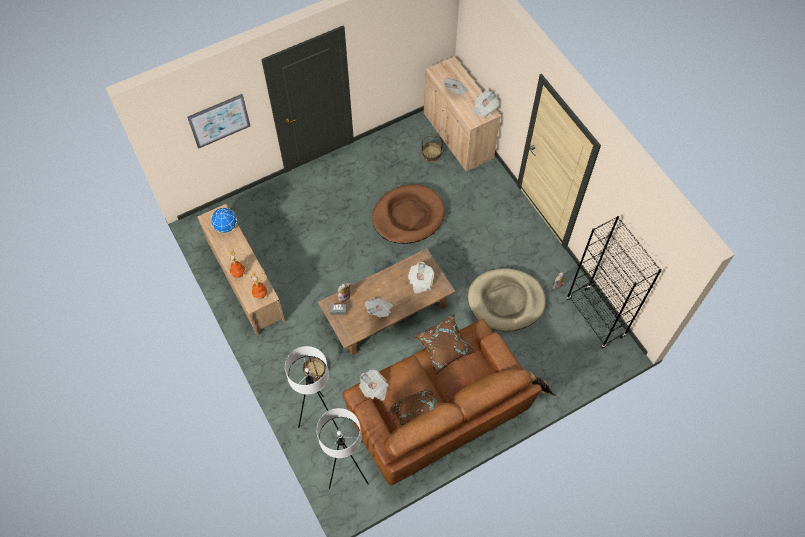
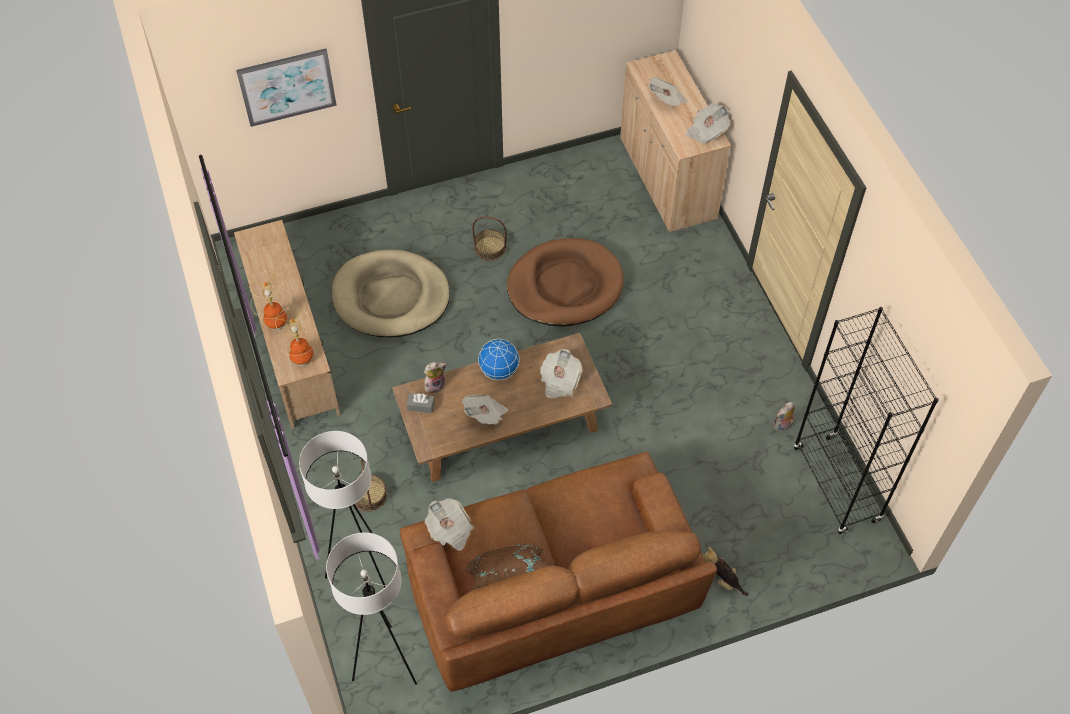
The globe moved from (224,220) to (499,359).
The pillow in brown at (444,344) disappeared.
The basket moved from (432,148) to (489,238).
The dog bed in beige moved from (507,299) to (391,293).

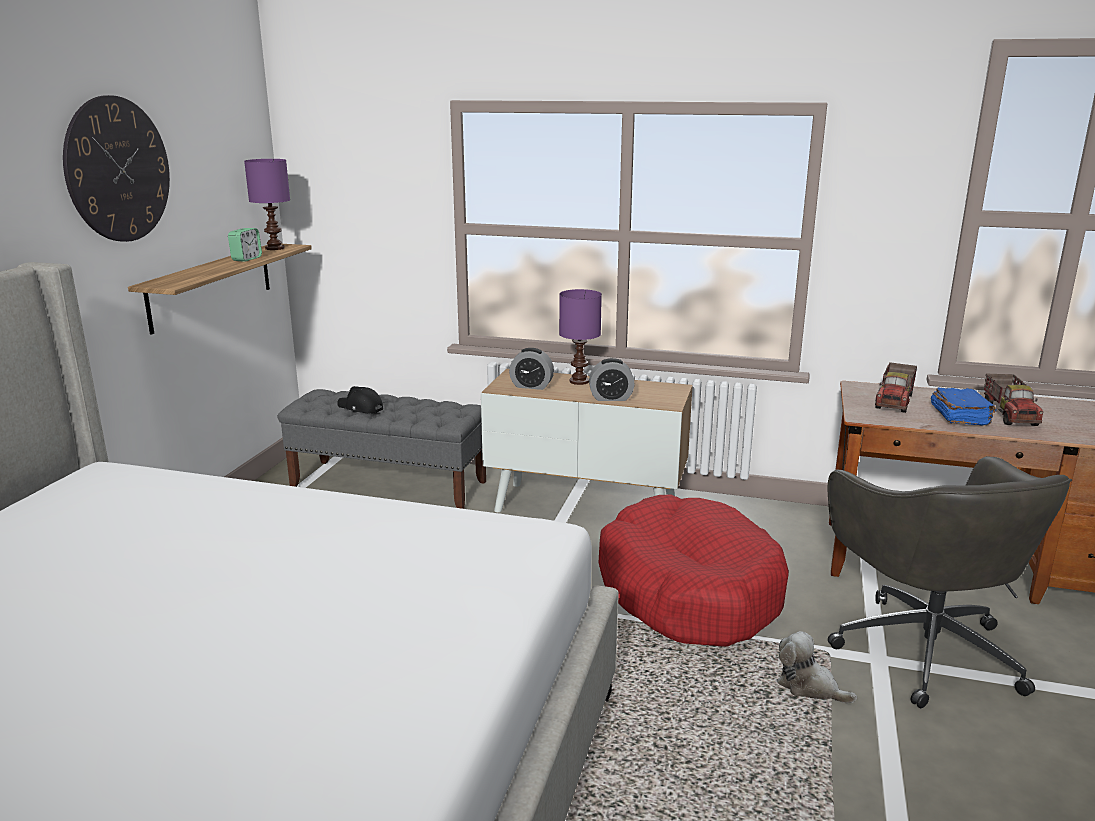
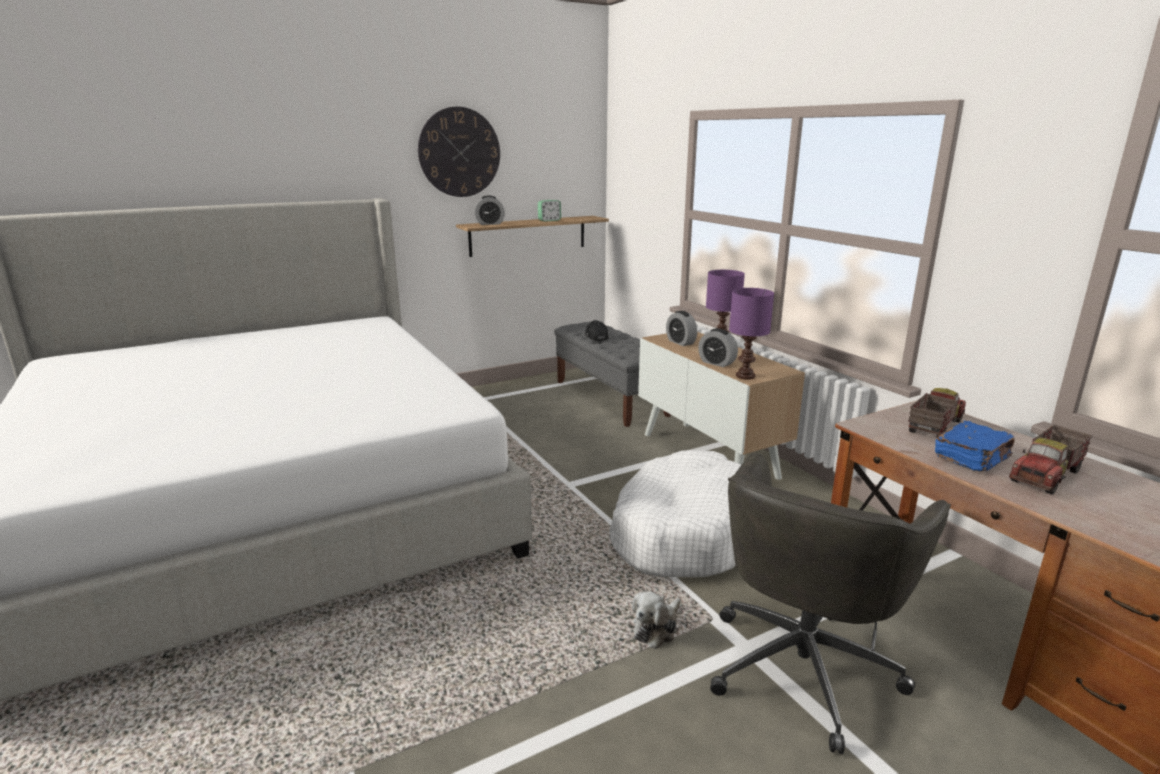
The table lamp in purple moved from (267,204) to (751,334).
The dog bed in red at (693,570) became the dog bed in white at (675,513).
The plush toy at (817,667) turned 135 degrees counterclockwise.
The toy truck at (896,387) turned 150 degrees clockwise.
The alarm clock at (489,210) appeared.

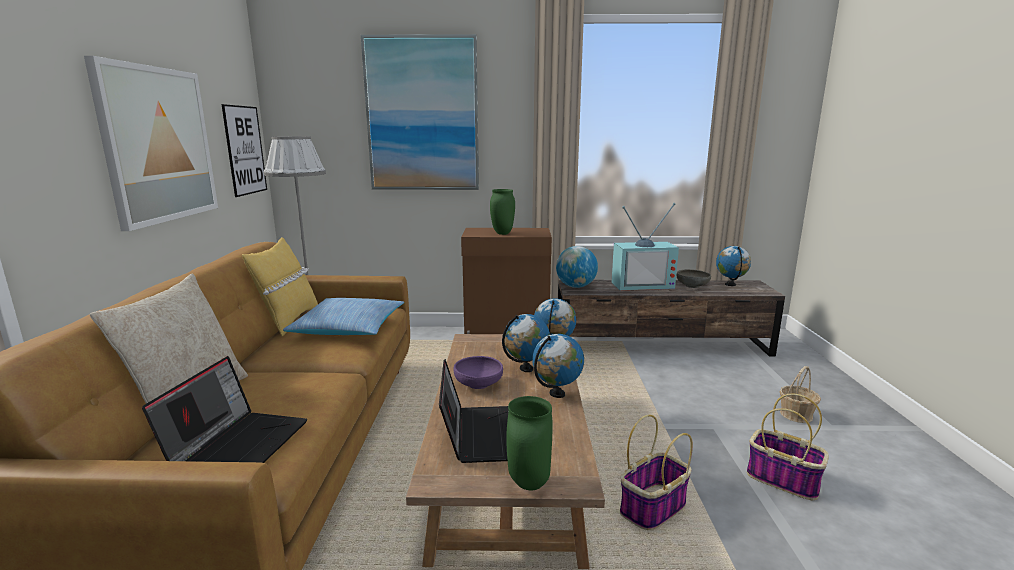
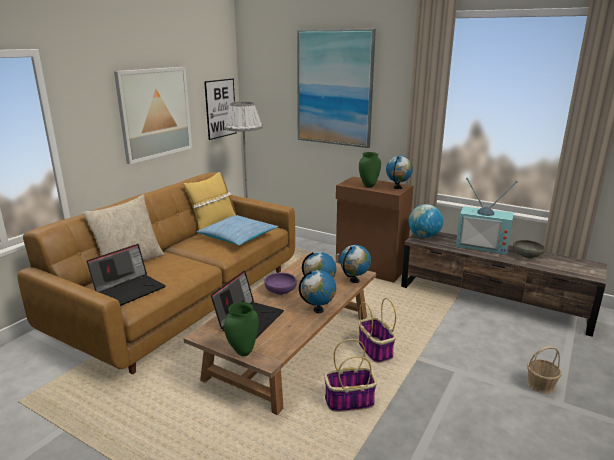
The globe moved from (733,266) to (399,172).
The basket moved from (788,447) to (377,330).

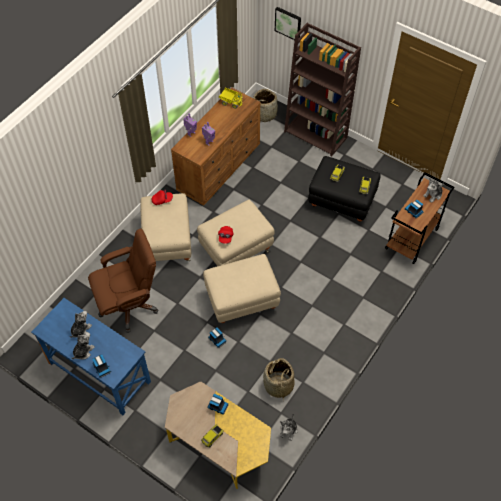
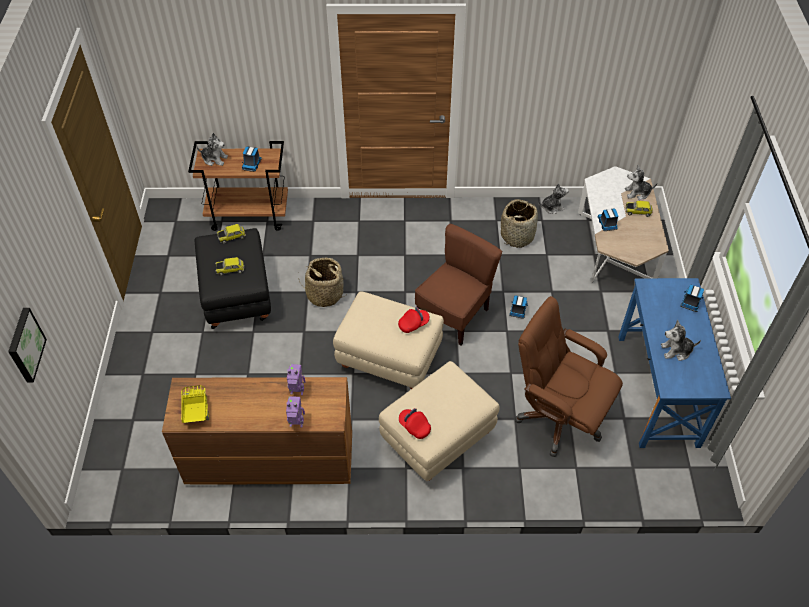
The plush toy moved from (83,346) to (641,182).
The coffee table in yellow at (218,435) became the coffee table in white at (623,225).
The ottoman in beige at (242,288) was replaced by the chair in brown at (458,284).
The basket moved from (266,105) to (322,282).
The bookcase in brown at (322,89) disappeared.

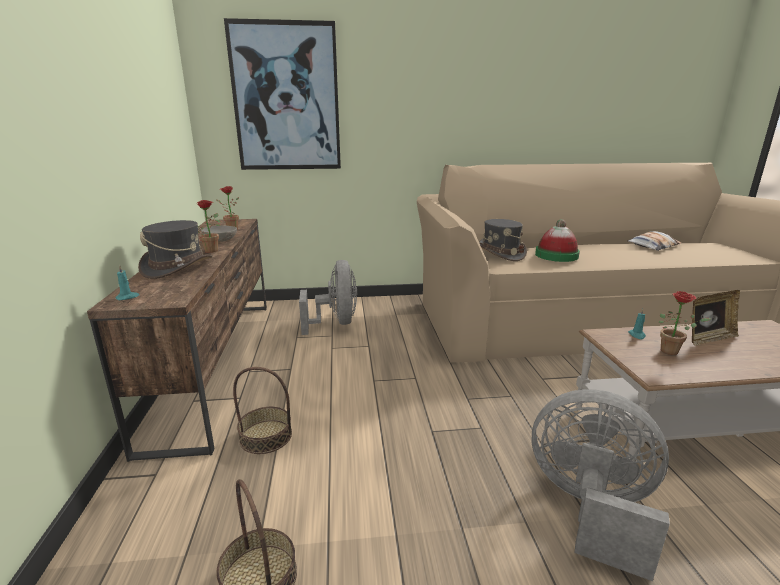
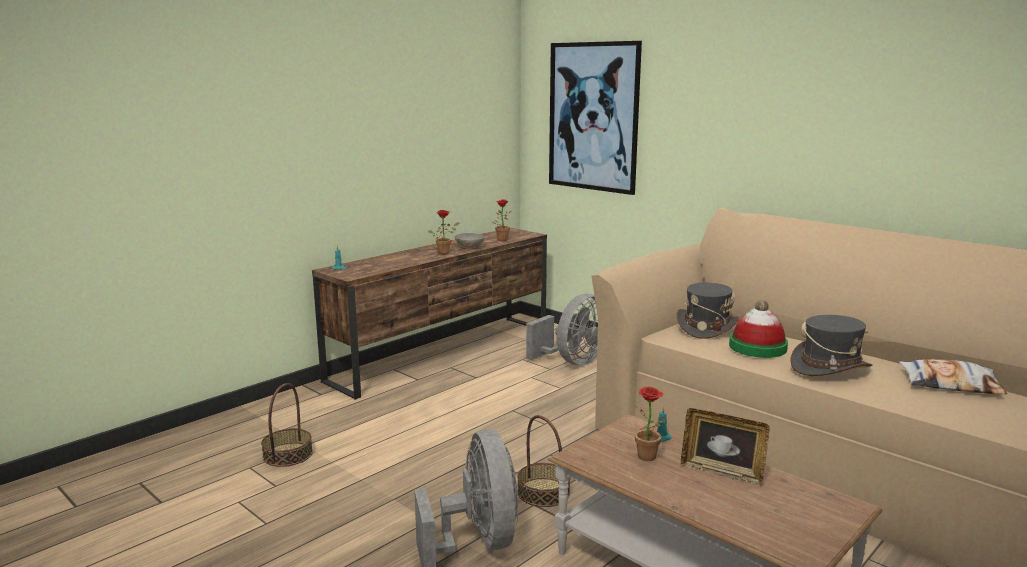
The hat in grey moved from (175,249) to (831,345).
The basket moved from (262,410) to (543,461).

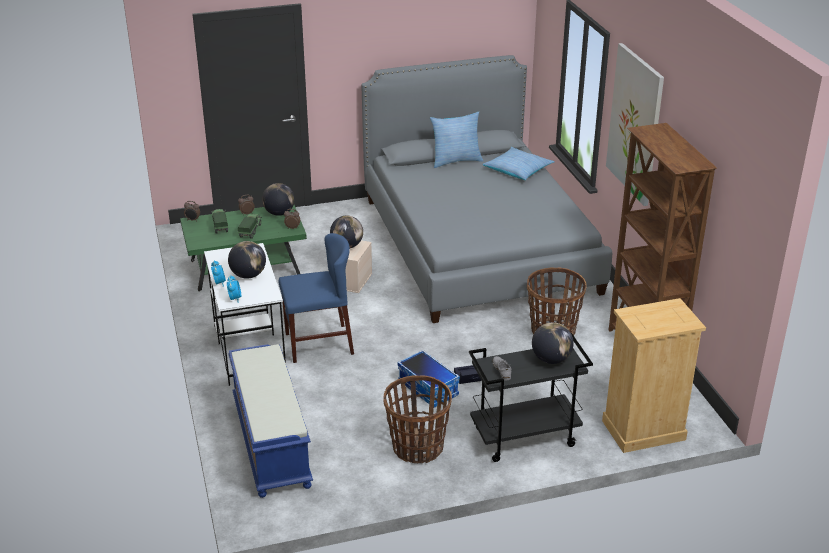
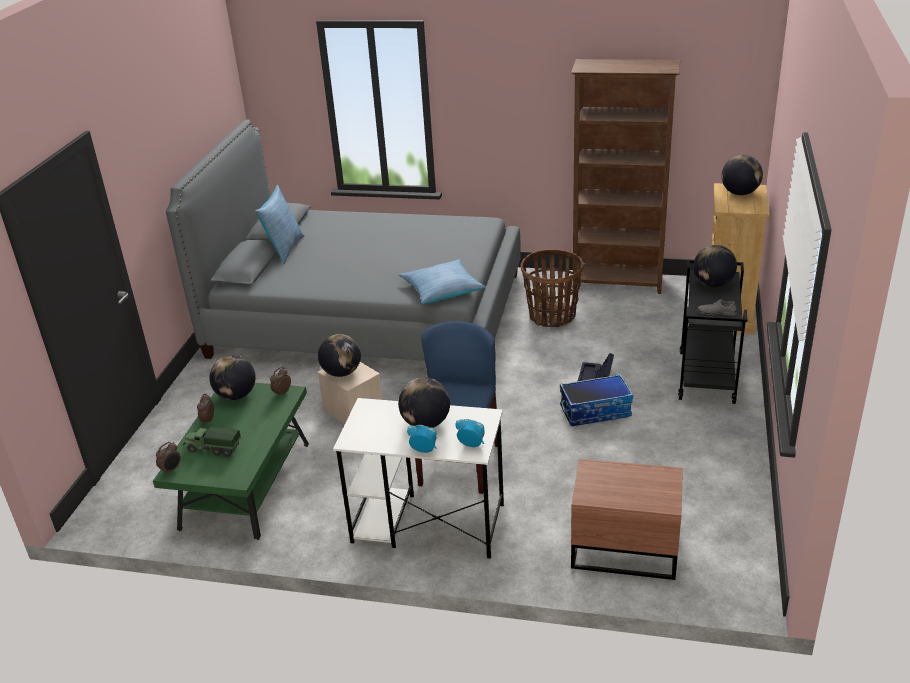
The bench in blue at (270,421) was replaced by the nightstand in brown at (627,519).
The toy truck at (250,226) disappeared.
The basket at (417,419) disappeared.
The pillow moved from (519,163) to (442,281).
The picture at (635,124) disappeared.
The globe at (742,175) appeared.

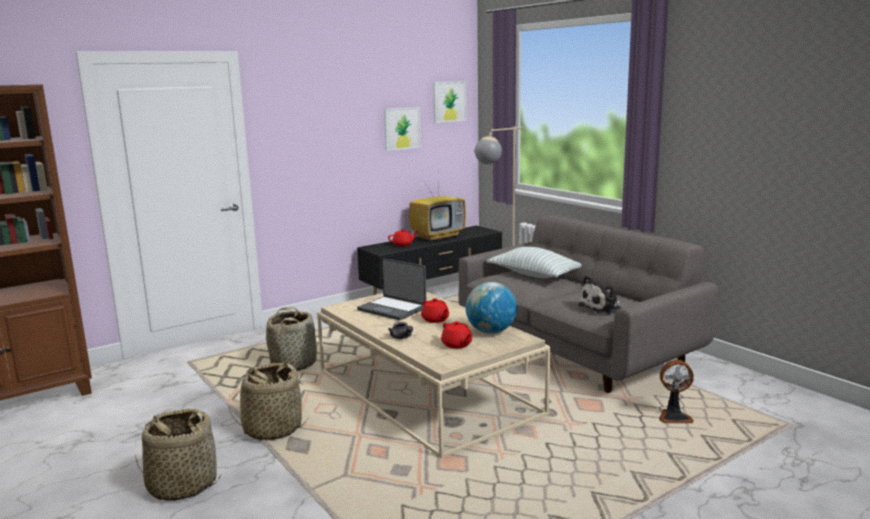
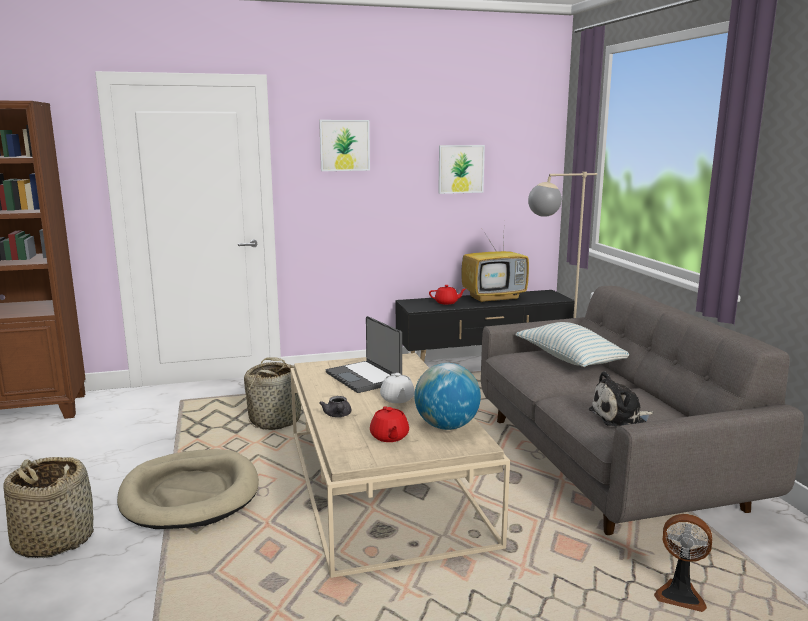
The basket at (269,401) was replaced by the dog bed in beige at (188,489).
The teapot in red at (435,310) became the teapot in white at (397,388).
The picture moved from (450,102) to (344,145).

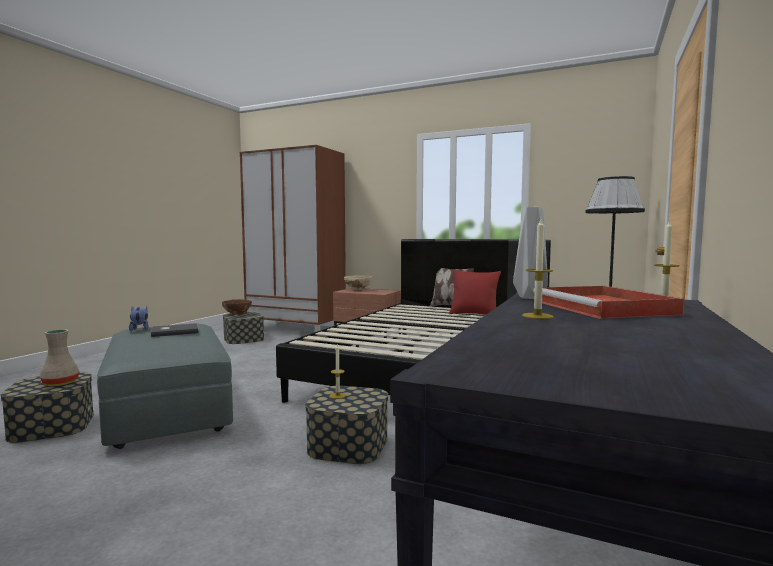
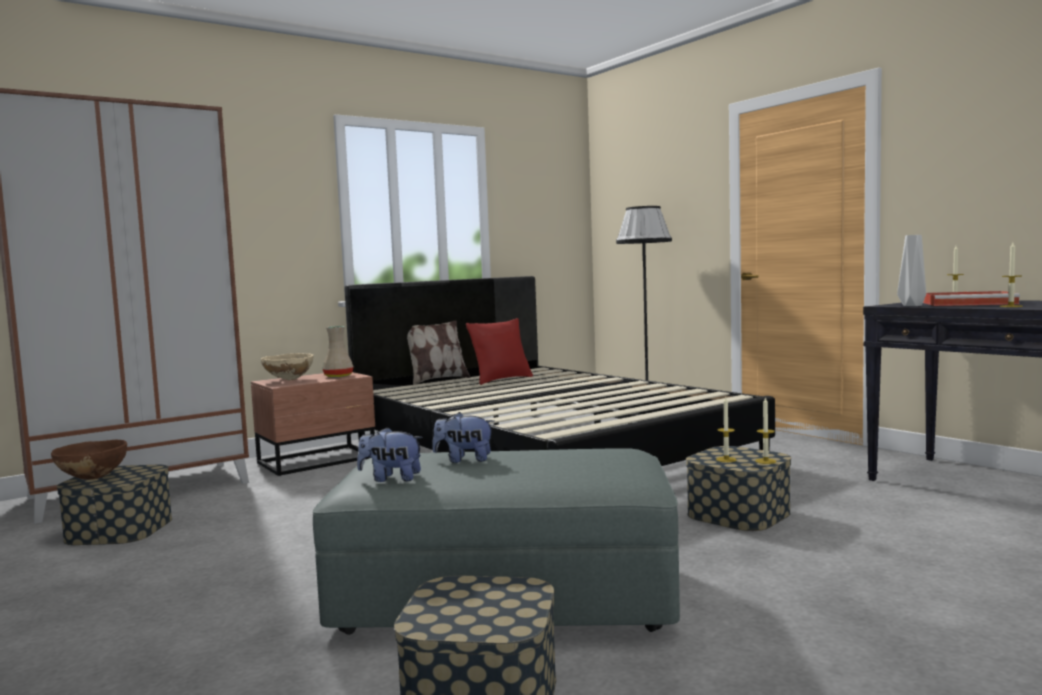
The vase in beige moved from (60,357) to (338,352).
The book in grey at (174,330) was replaced by the plush toy at (463,437).
The candle at (766,430) appeared.

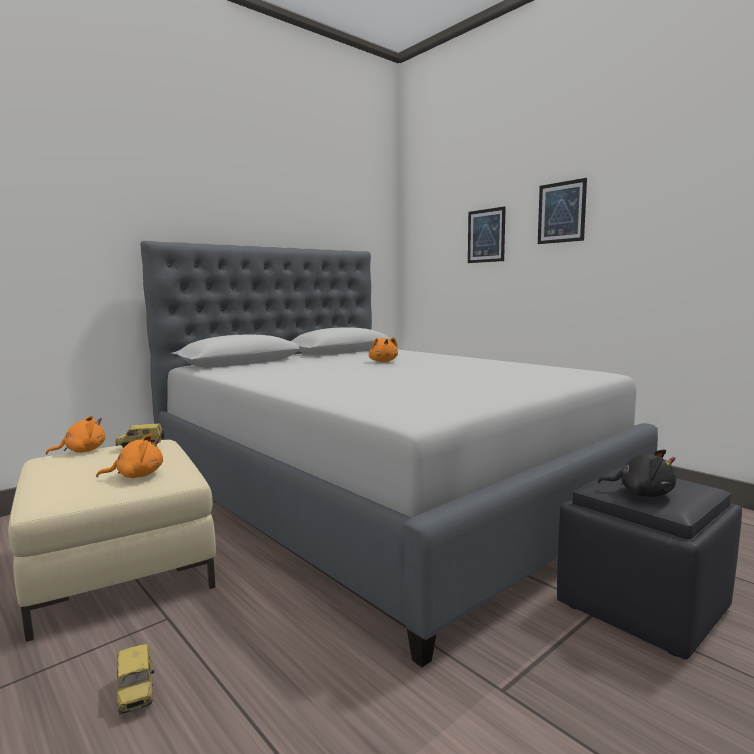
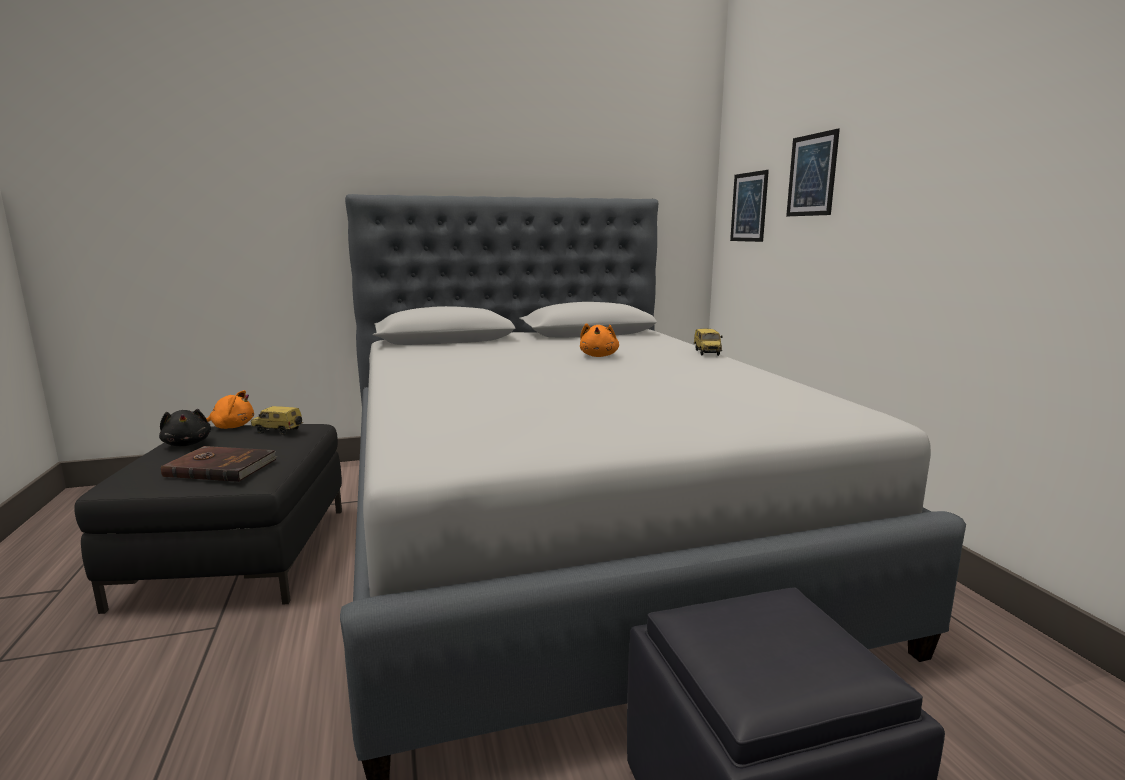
The ottoman in beige at (112,541) became the ottoman in black at (208,519).
The plush toy in orange at (129,456) was replaced by the book in brown at (219,464).
The toy car moved from (136,679) to (708,342).
The picture moved from (562,211) to (749,206).
The plush toy in black moved from (637,473) to (185,427).

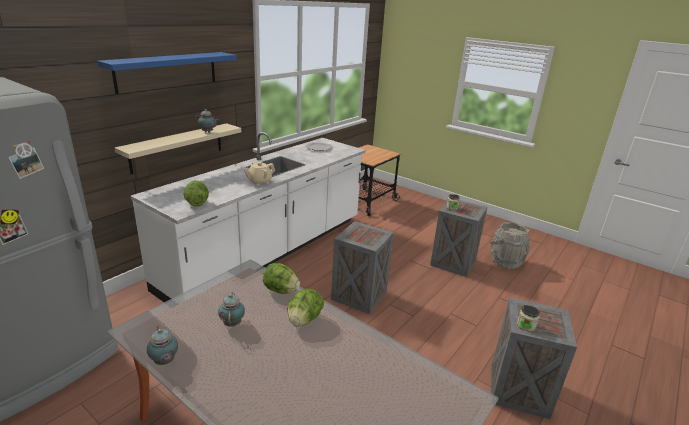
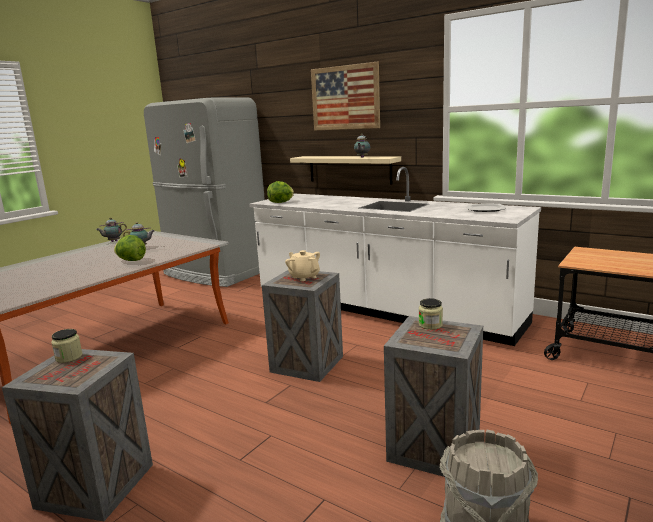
The shelf in blue at (167,73) was replaced by the picture at (345,96).
The teapot in beige moved from (259,174) to (302,265).
The lettuce at (281,278) disappeared.

